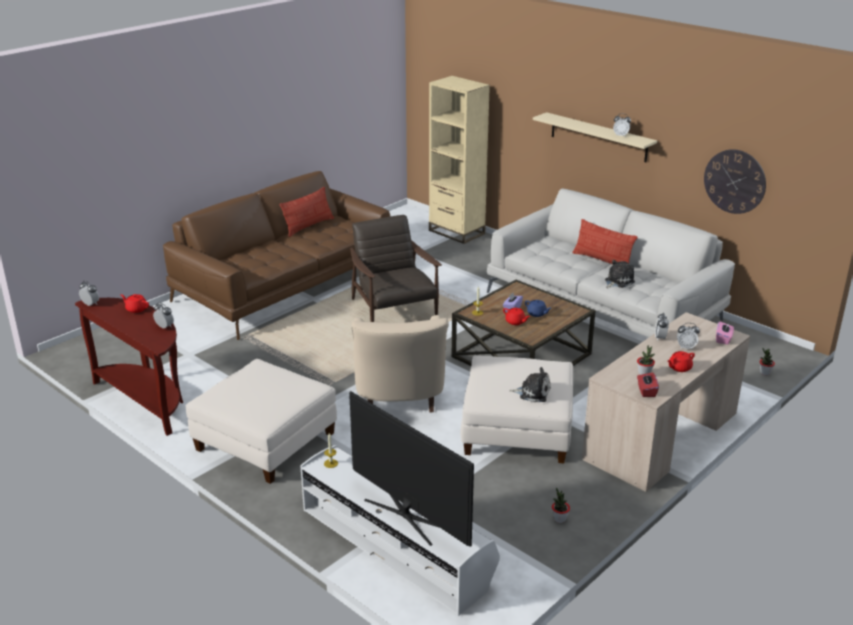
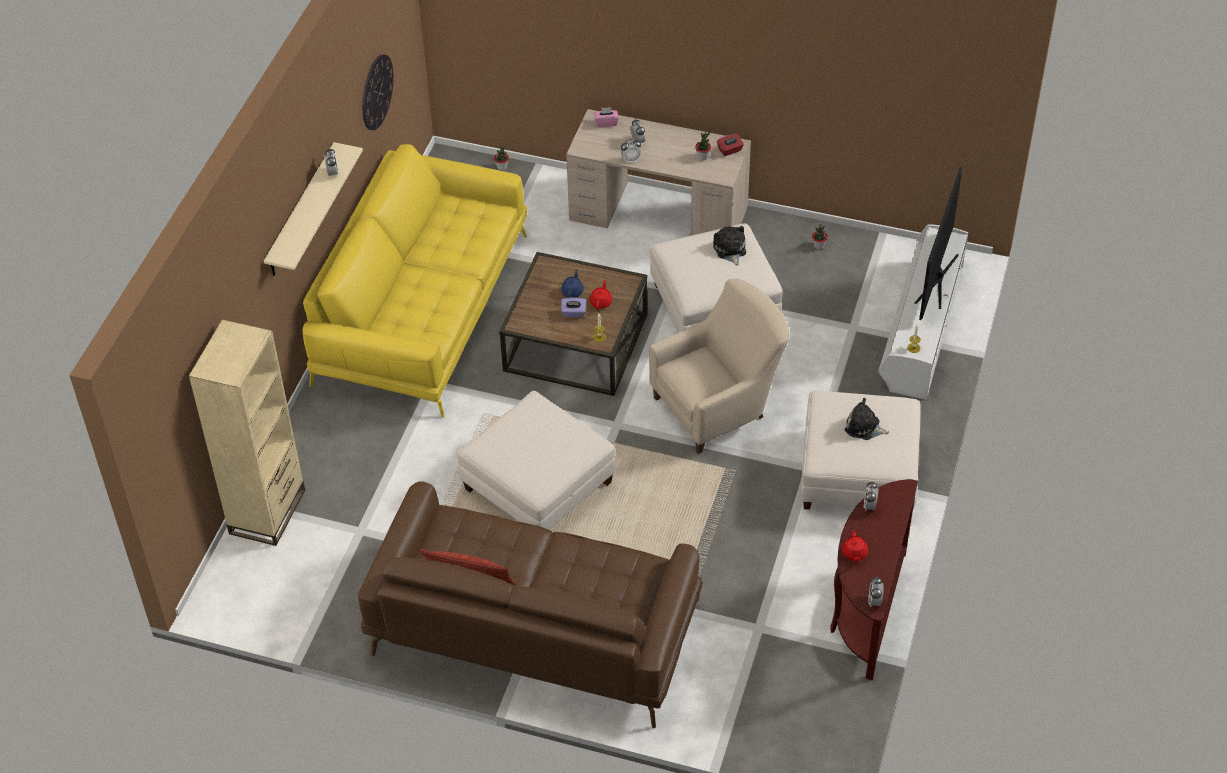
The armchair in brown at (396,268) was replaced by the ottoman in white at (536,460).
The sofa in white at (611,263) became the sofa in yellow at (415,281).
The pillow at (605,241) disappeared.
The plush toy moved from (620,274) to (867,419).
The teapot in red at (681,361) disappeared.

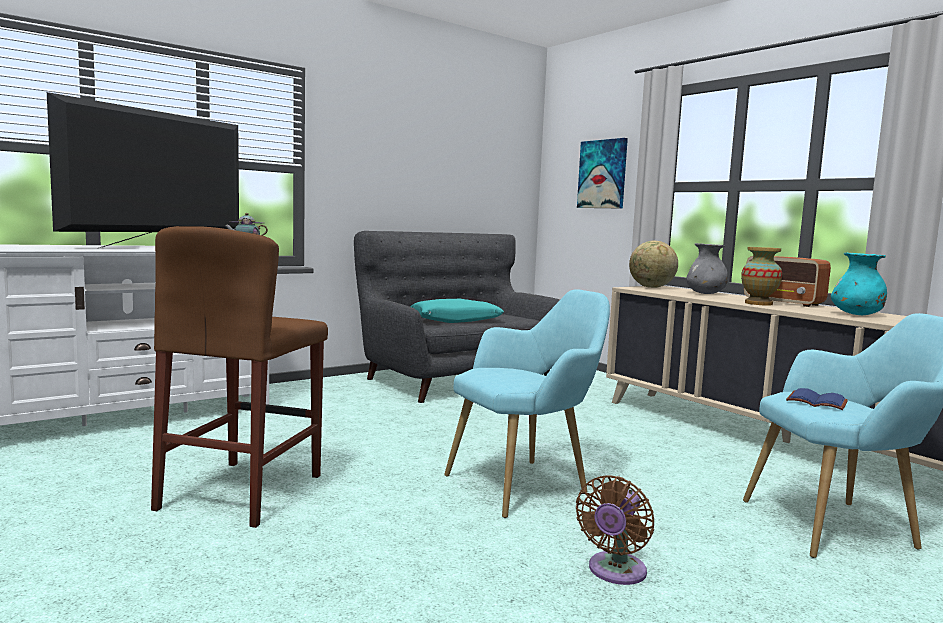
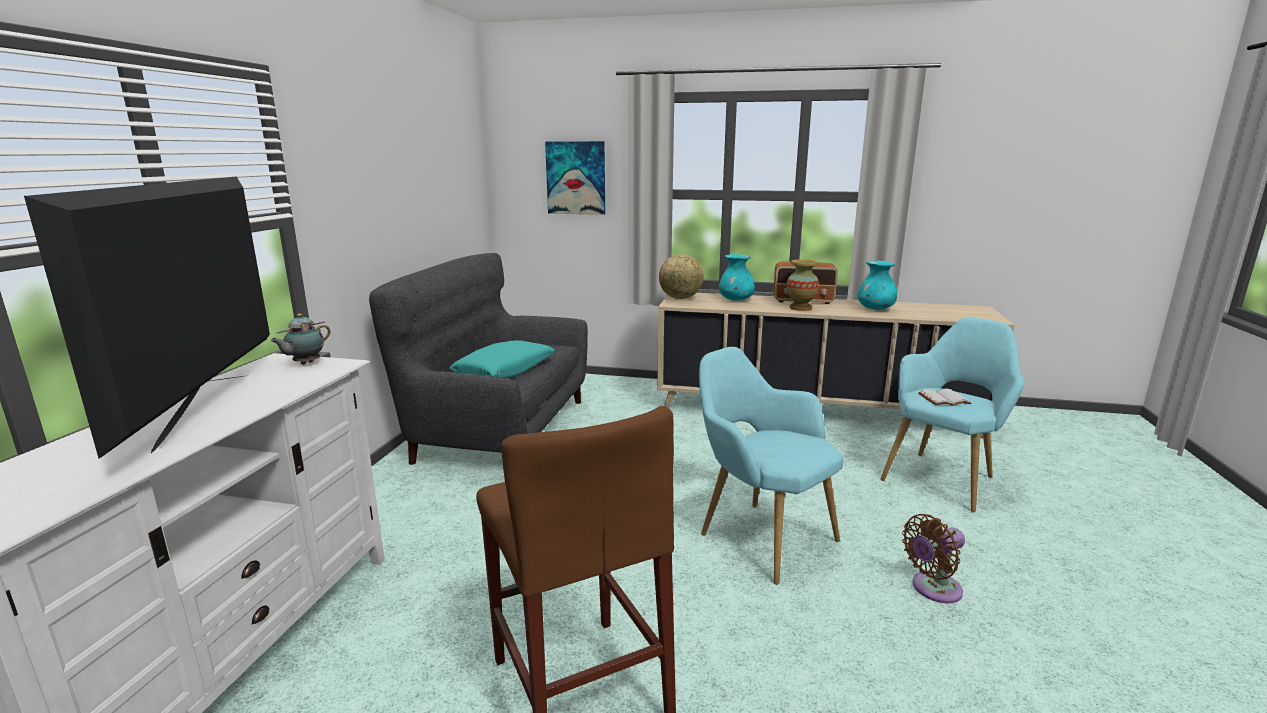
The armchair in turquoise at (527,403) turned 60 degrees counterclockwise.
The fan in brown at (615,530) turned 75 degrees clockwise.
The vase in grey at (707,268) became the vase in turquoise at (737,277).
The book in blue at (817,399) became the book in white at (945,397).

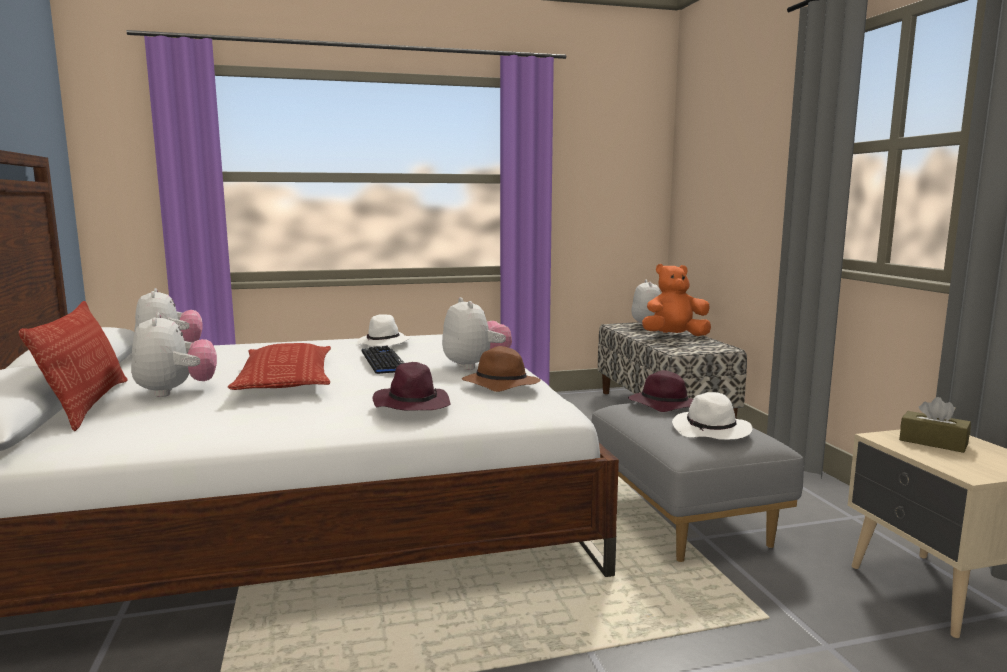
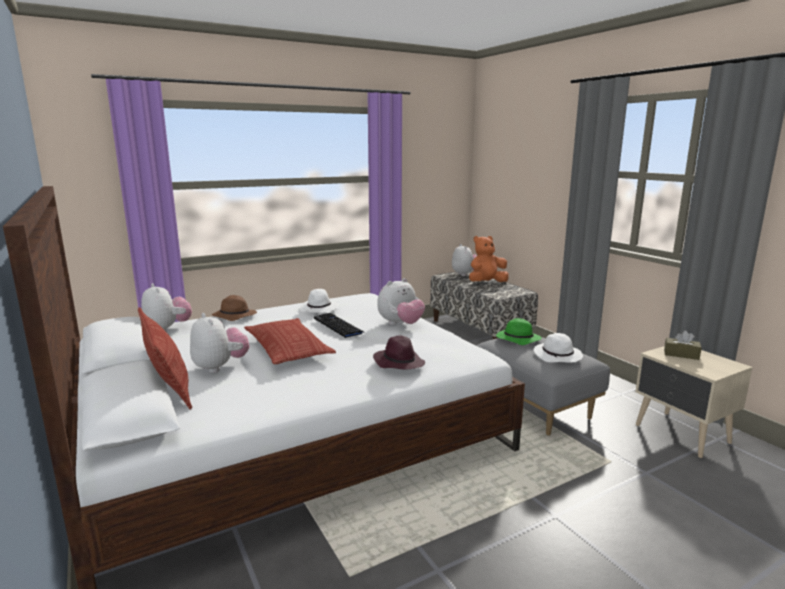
The plush toy at (477,333) turned 90 degrees clockwise.
The hat in brown moved from (501,369) to (234,308).
The hat in purple at (660,391) became the hat in green at (519,331).

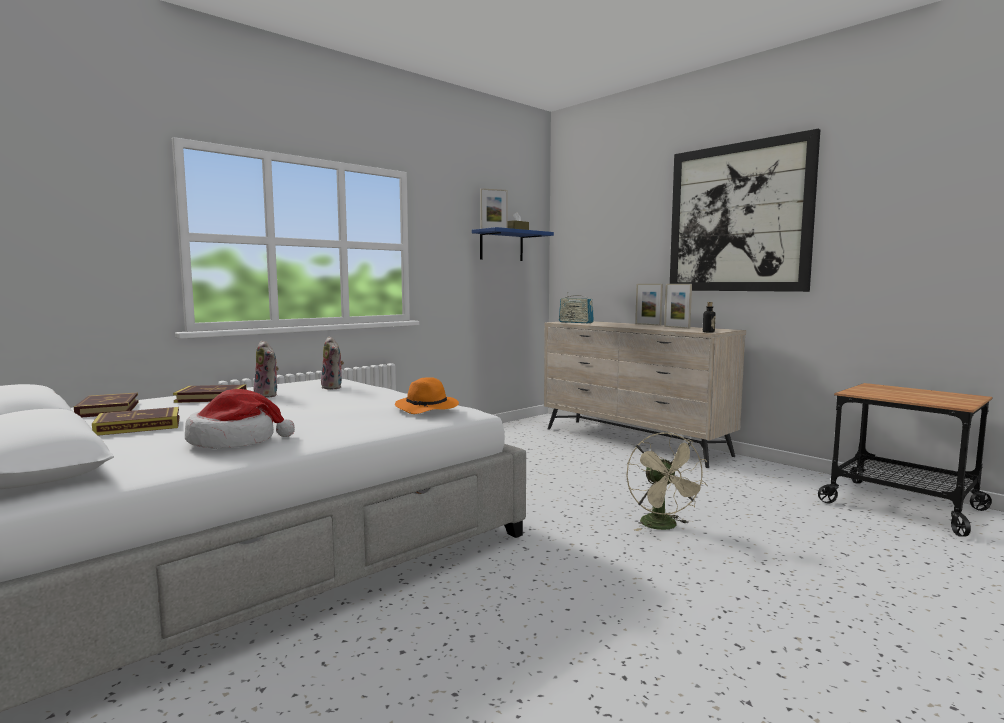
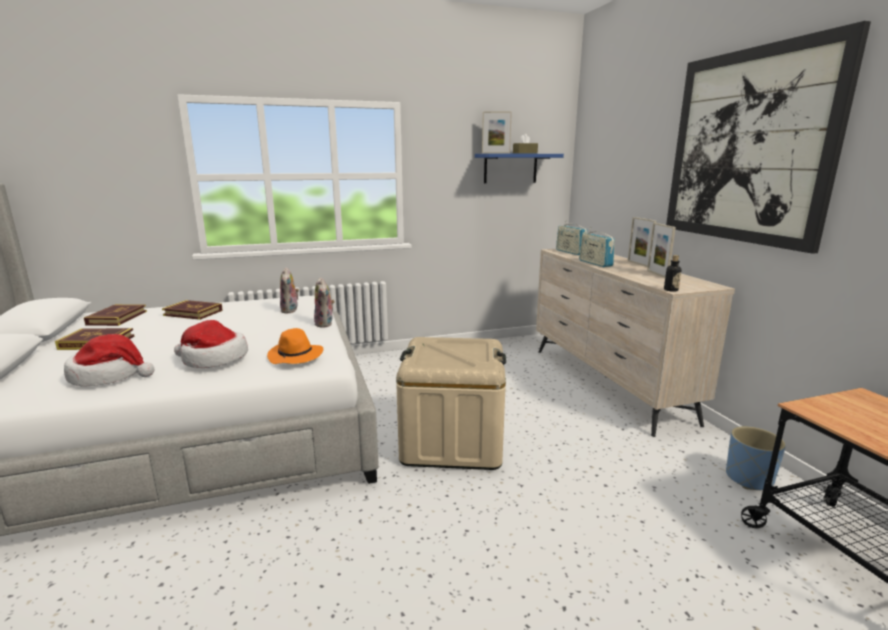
The plush toy moved from (266,369) to (324,302).
The fan in beige at (667,481) disappeared.
The hat at (211,344) appeared.
The storage box in beige at (451,403) appeared.
The radio at (597,247) appeared.
The planter in blue at (756,458) appeared.

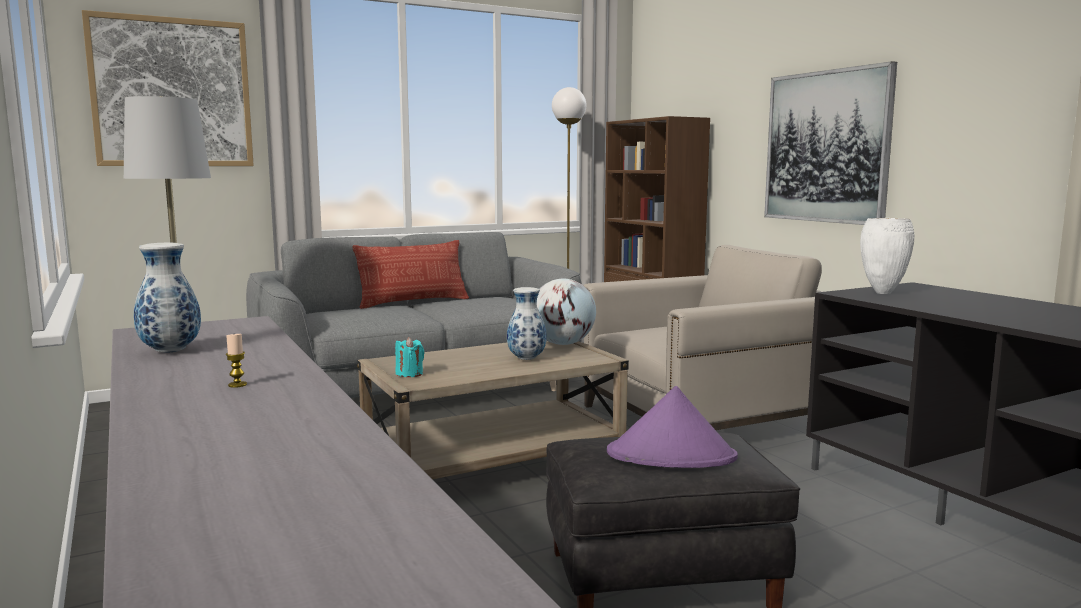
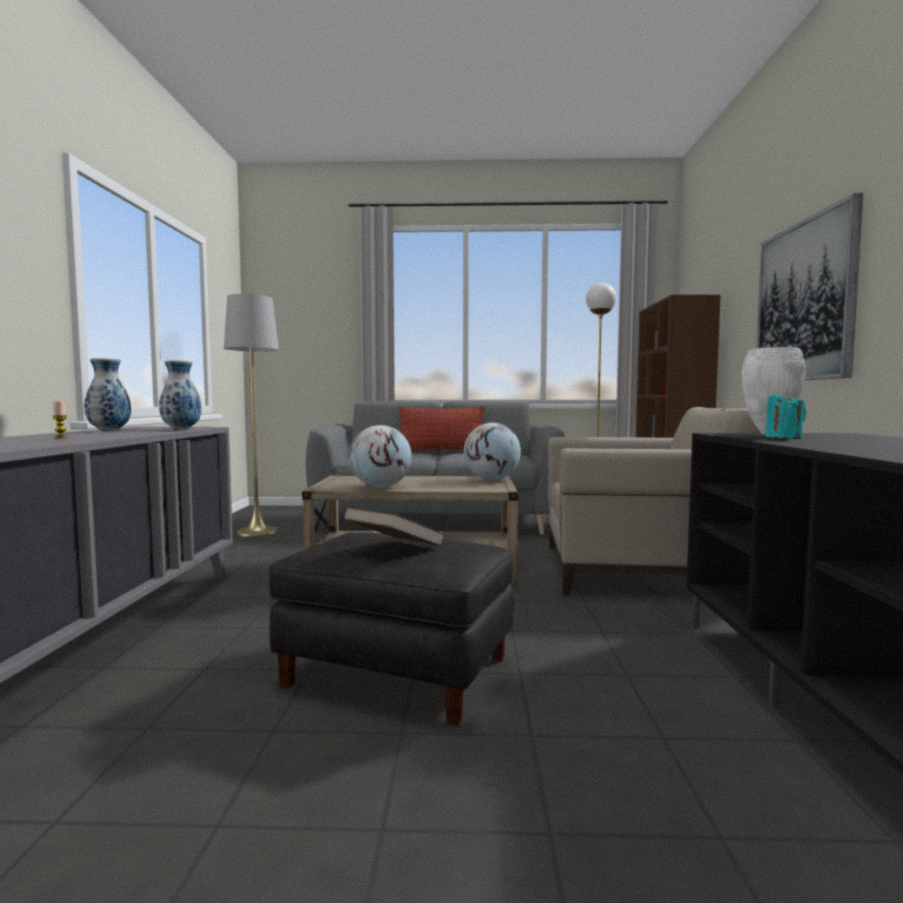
The picture at (168,88) disappeared.
The candle in turquoise moved from (409,357) to (785,415).
The vase moved from (527,323) to (180,394).
The hat in purple at (672,427) was replaced by the book in brown at (394,526).
The globe at (380,456) appeared.

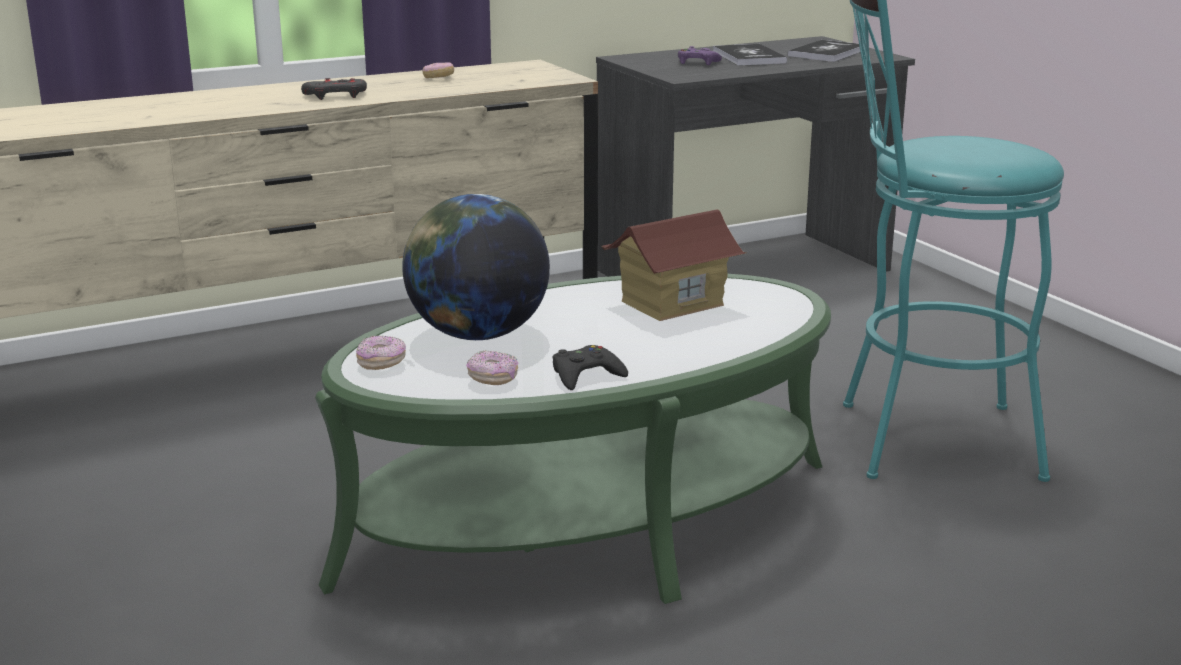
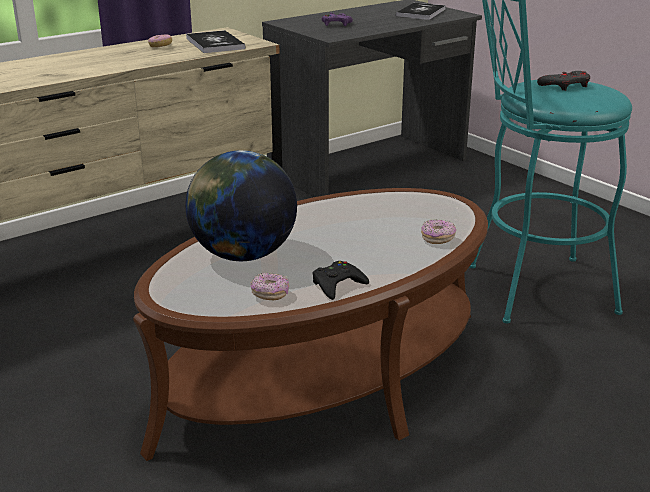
The game controller in grey moved from (334,89) to (563,81).
The coffee table in green at (573,439) became the coffee table in brown at (310,324).
The donut moved from (381,352) to (438,232).
The toy house at (673,265) disappeared.
The book moved from (750,54) to (215,41).

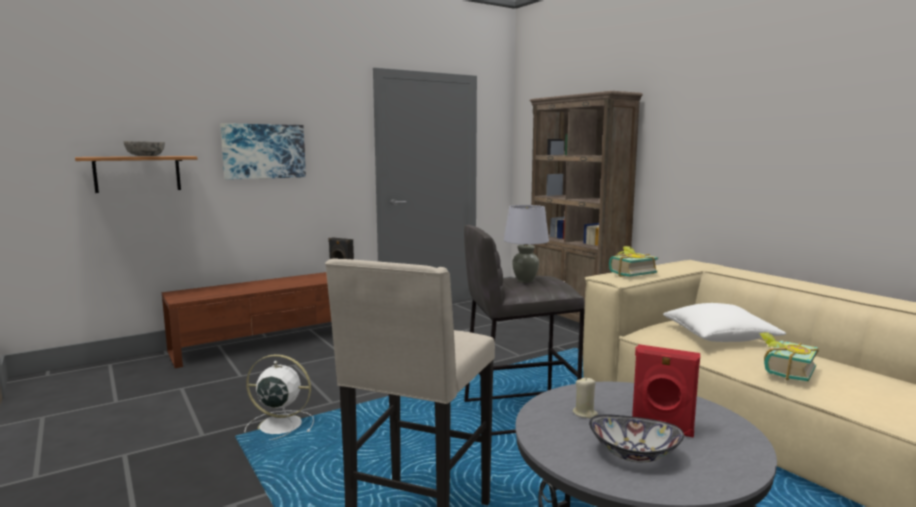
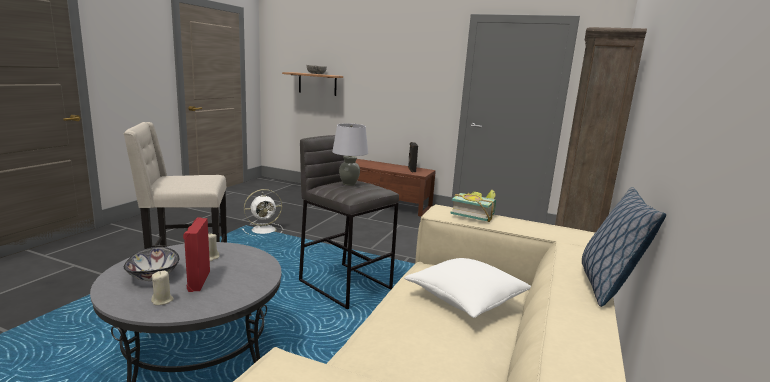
The picture at (263,151) disappeared.
The fan in white at (279,397) turned 90 degrees clockwise.
The book at (789,356) disappeared.
The candle in beige at (162,288) appeared.
The pillow at (624,247) appeared.

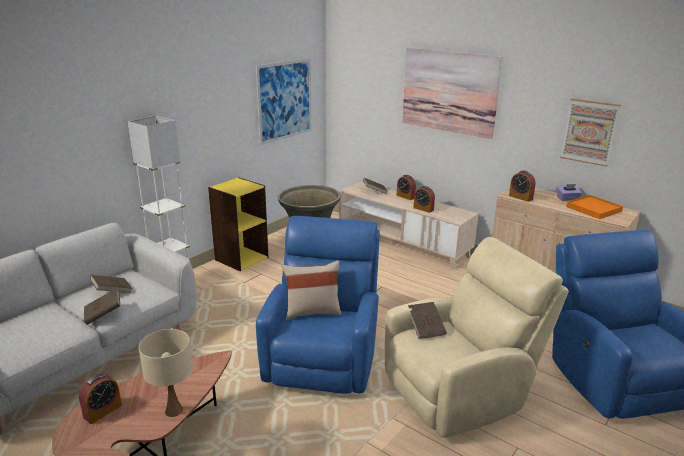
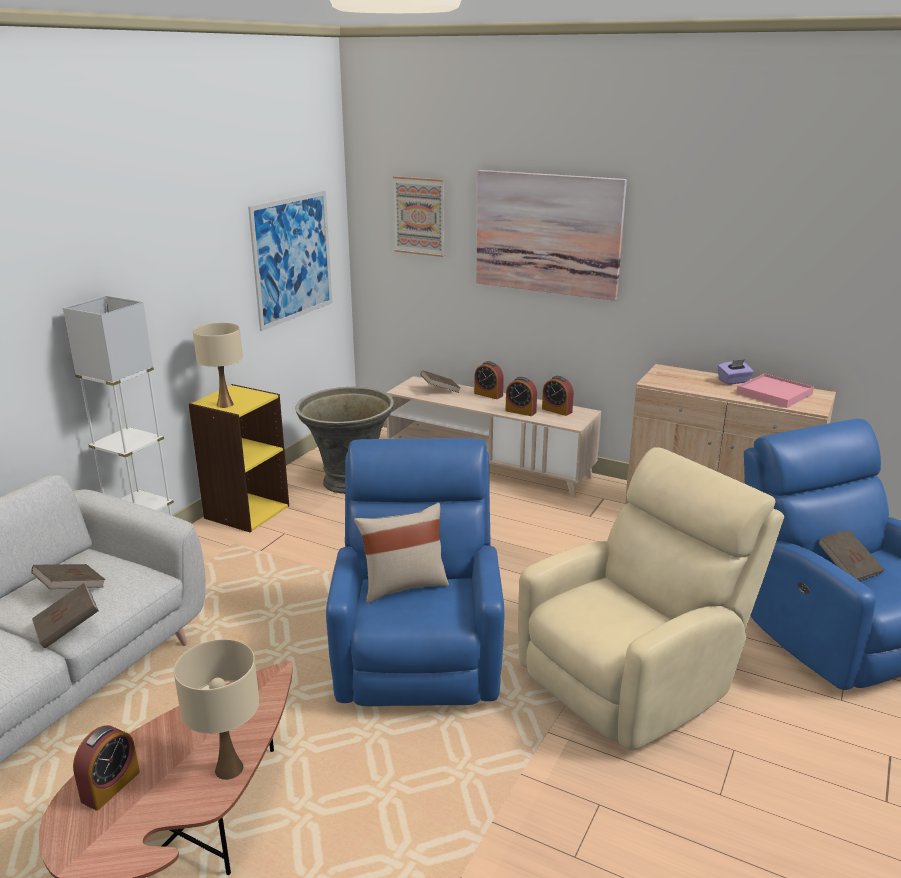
The book in brown moved from (427,320) to (851,556).
The alarm clock moved from (522,186) to (558,396).
The picture moved from (590,132) to (419,216).
The tray in orange at (594,207) became the tray in pink at (775,391).
The table lamp in beige at (218,365) appeared.

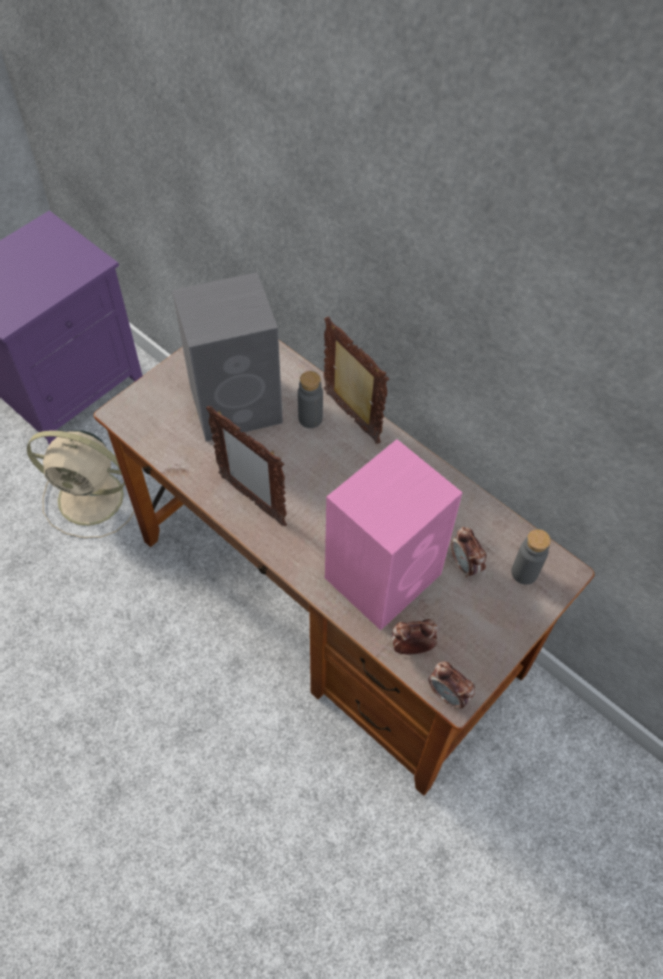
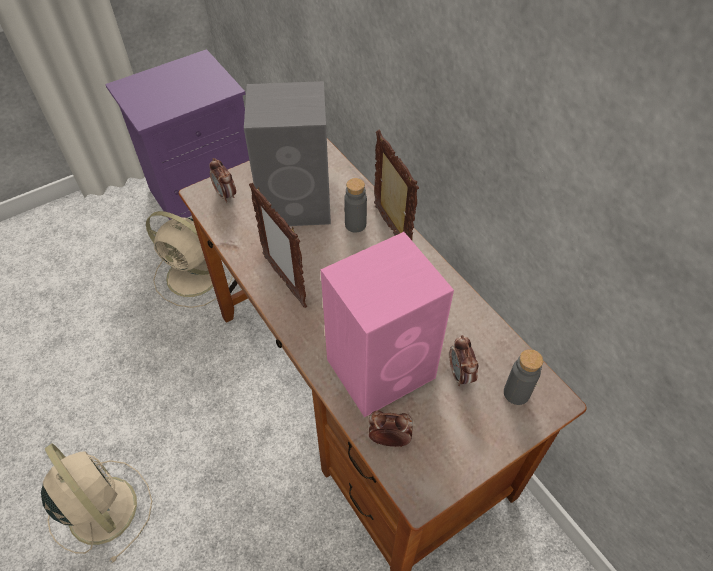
The alarm clock moved from (451,685) to (222,180).
The fan in beige at (96,503) appeared.

